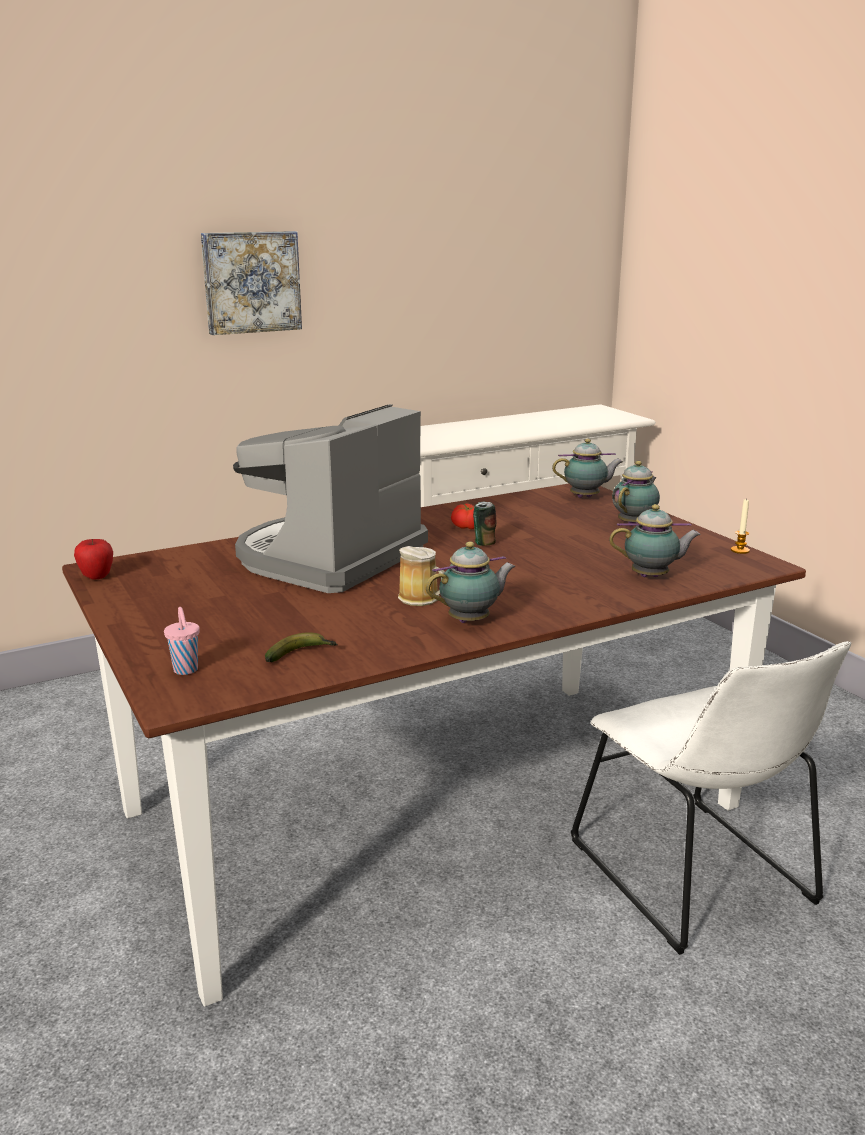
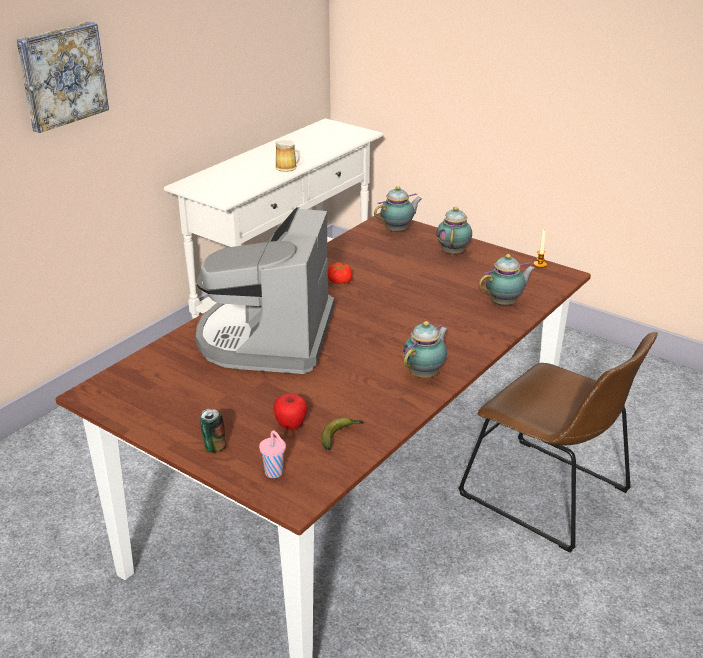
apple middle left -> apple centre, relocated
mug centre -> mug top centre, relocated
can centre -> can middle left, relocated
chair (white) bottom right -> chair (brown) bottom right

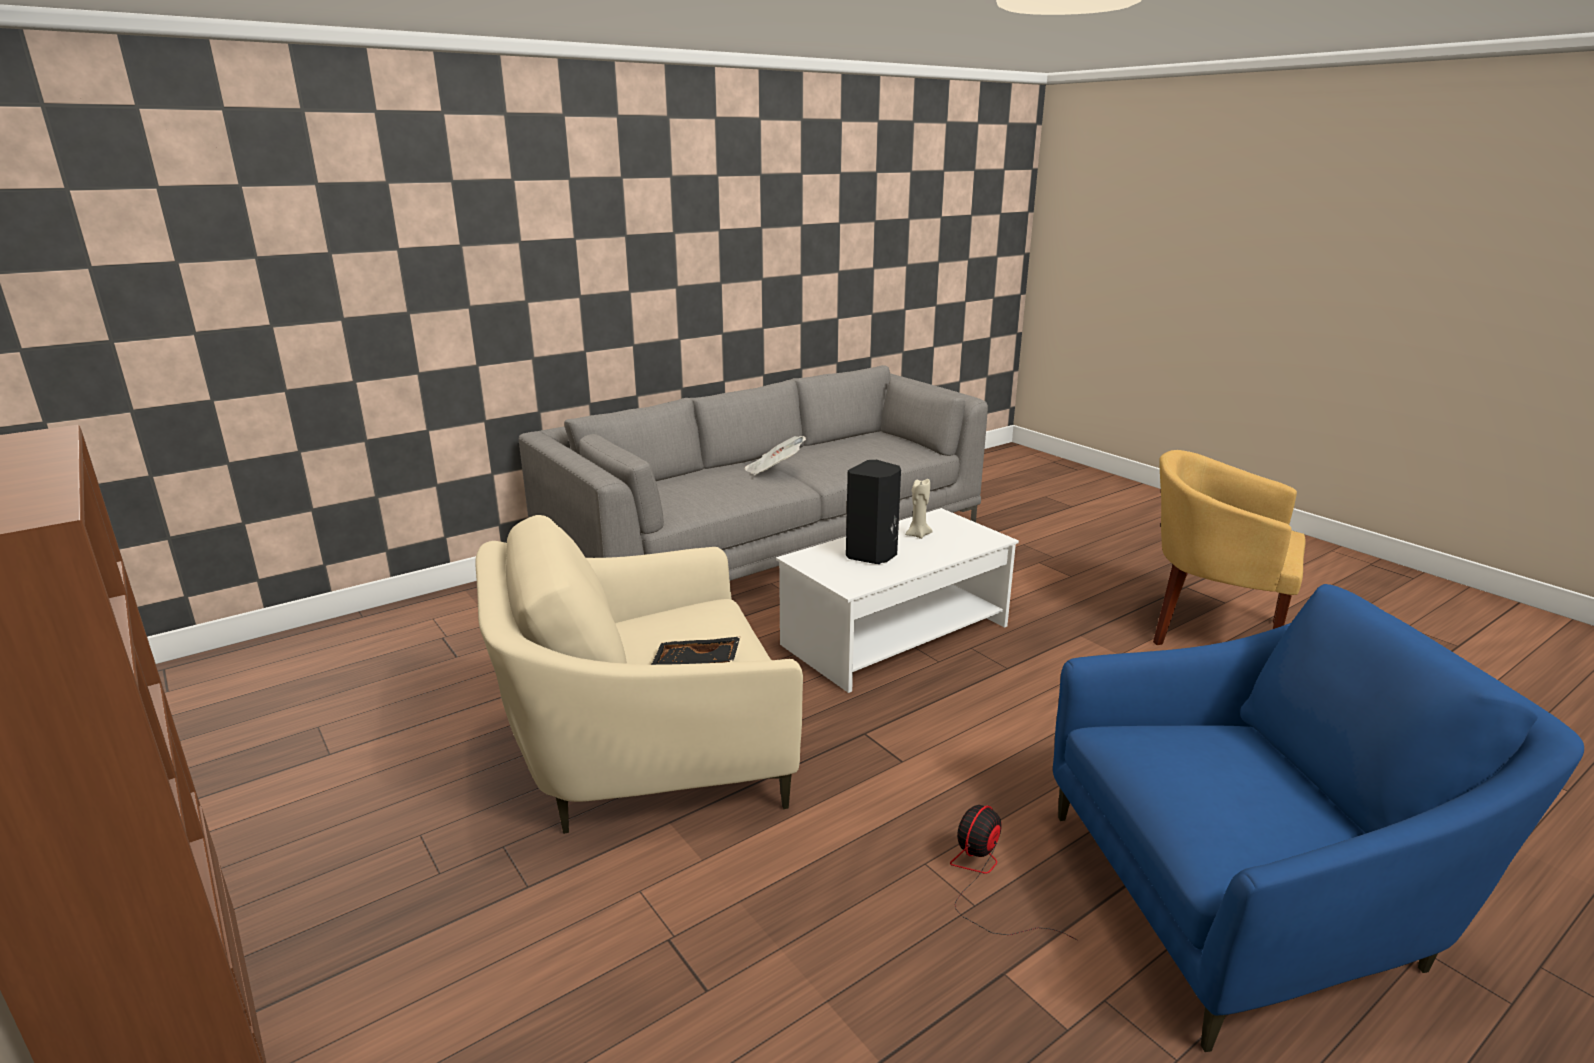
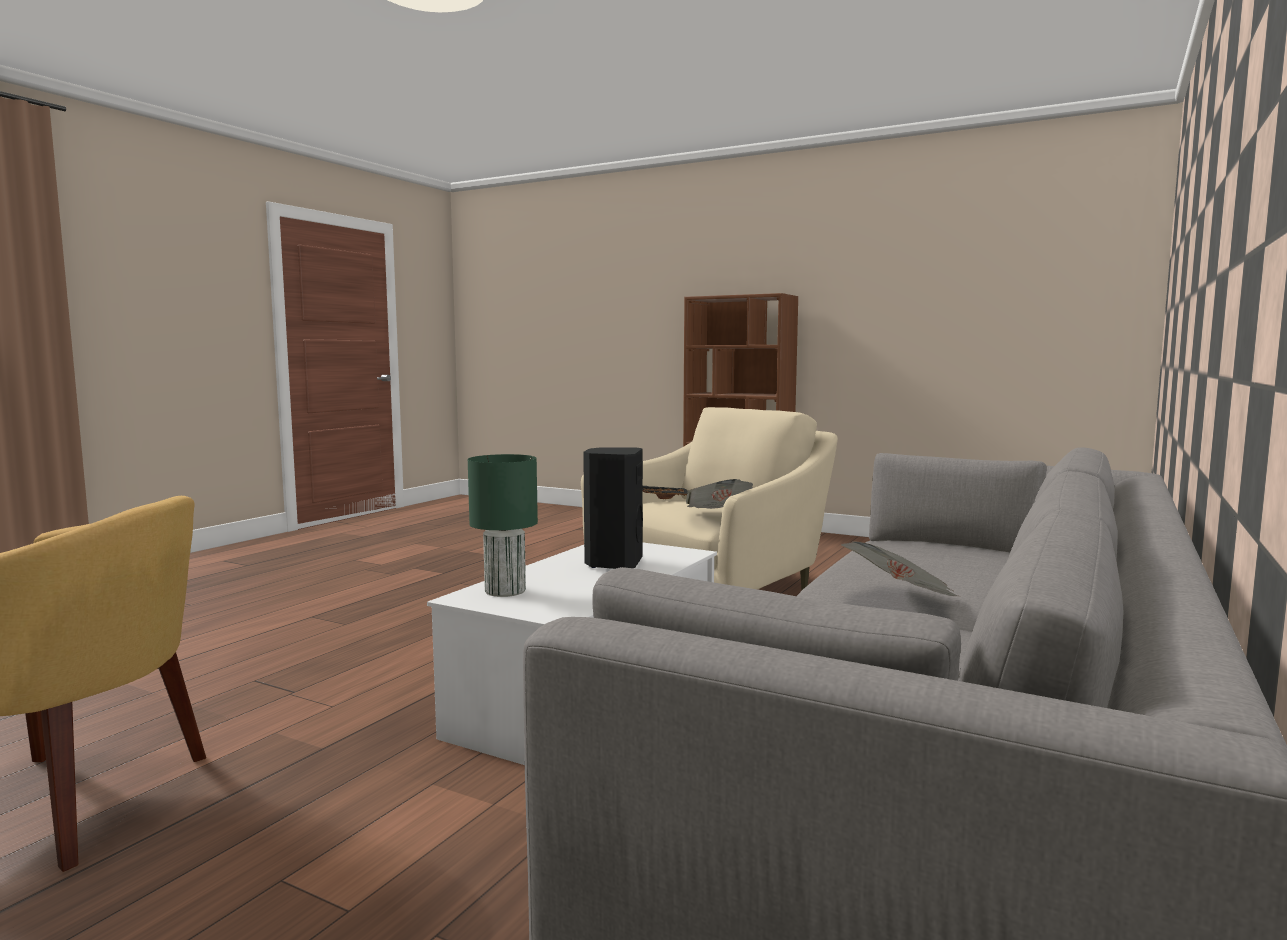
candle (beige) centre -> none
fan bottom centre -> none
armchair (blue) bottom right -> none
none -> table lamp (green) centre
none -> newspaper (no. 1 from left) centre

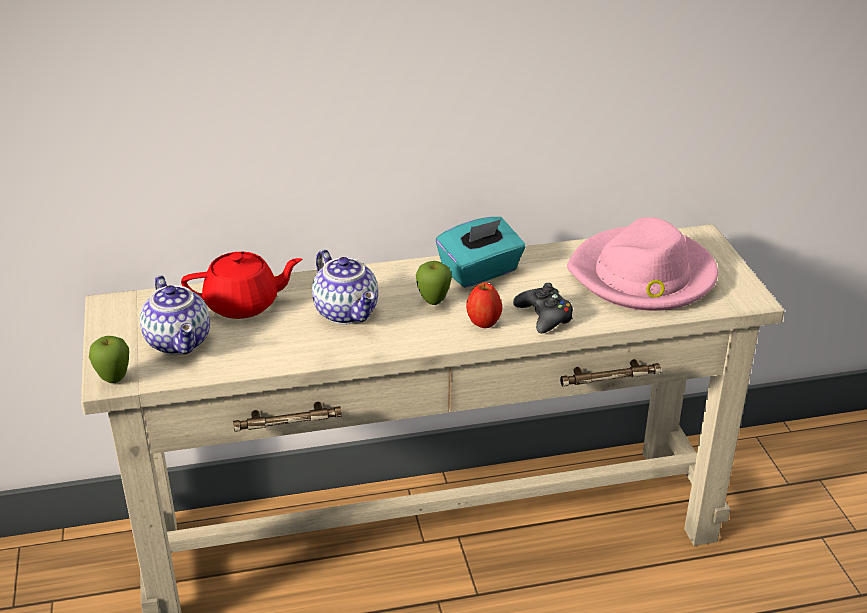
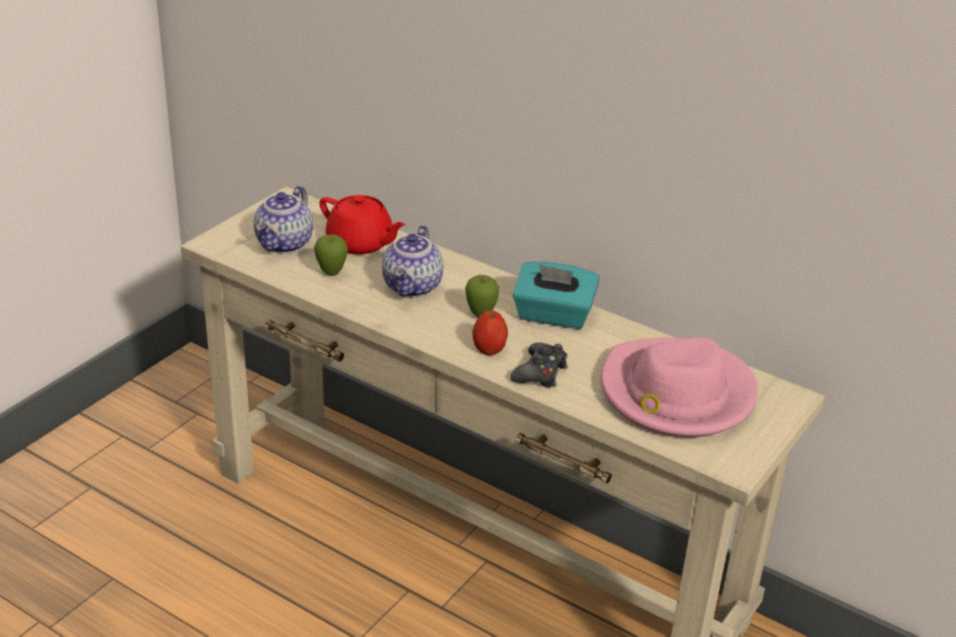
apple (no. 1 from left) middle left -> apple (no. 1 from left) centre, relocated

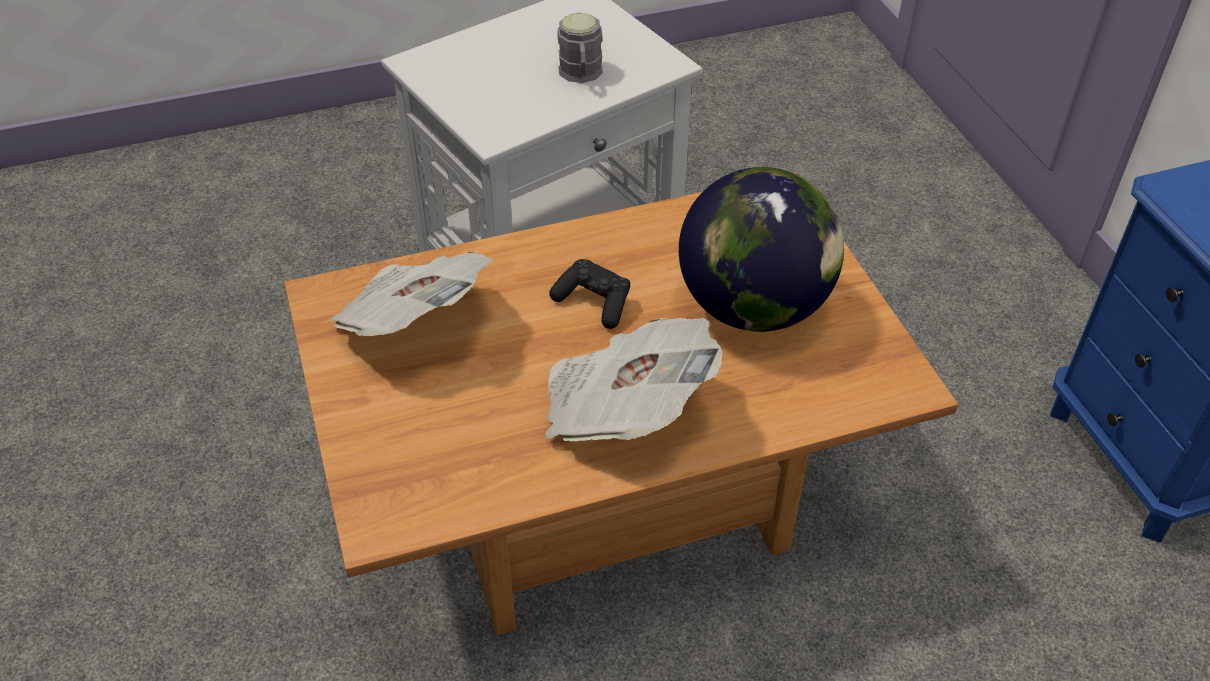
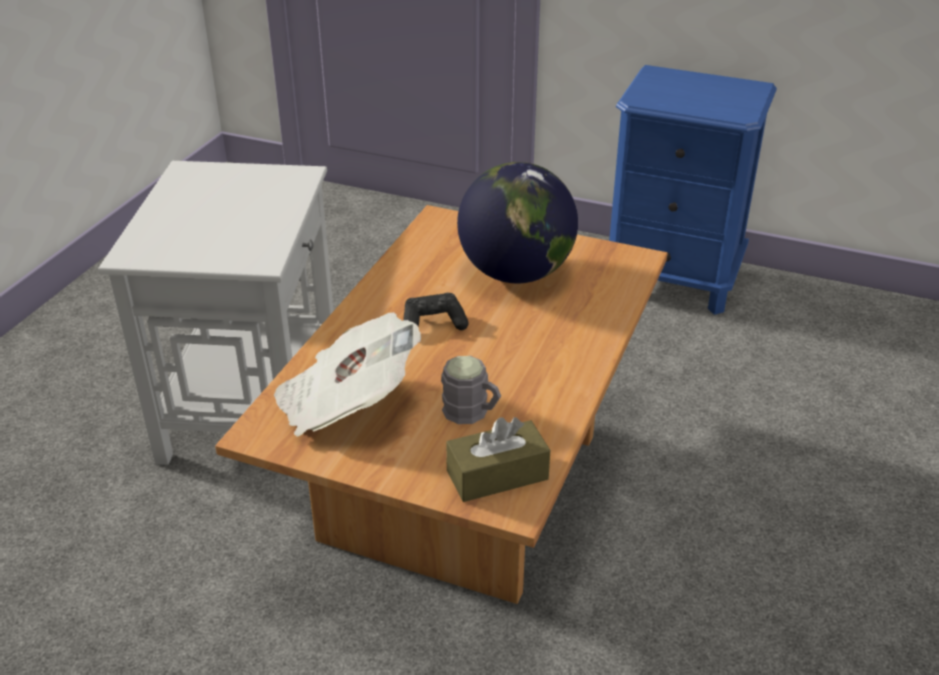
newspaper (no. 2 from left) centre -> none
mug (grey) top centre -> mug (grey) centre, relocated
none -> tissue box (brown) bottom centre

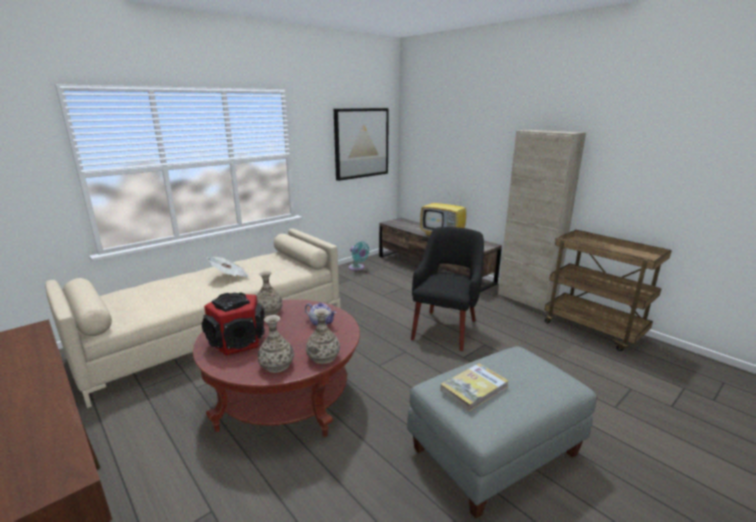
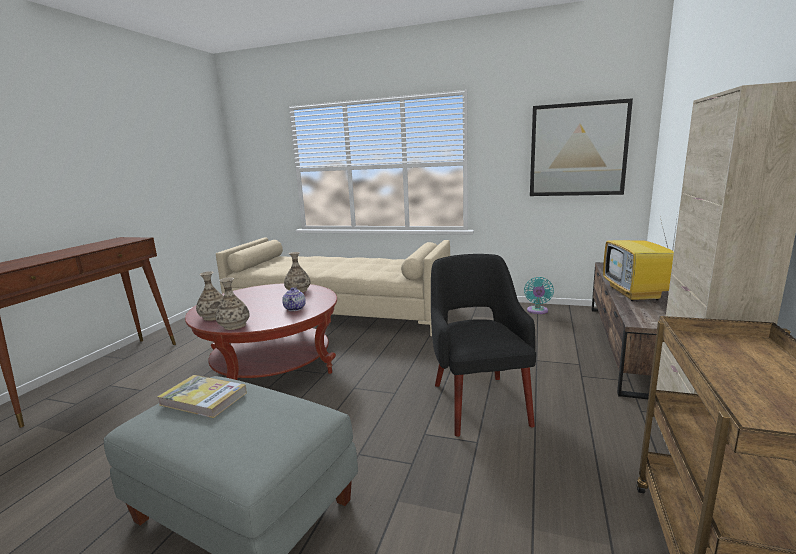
speaker middle left -> none
newspaper middle left -> none
armchair (black) centre, 90 degrees counterclockwise

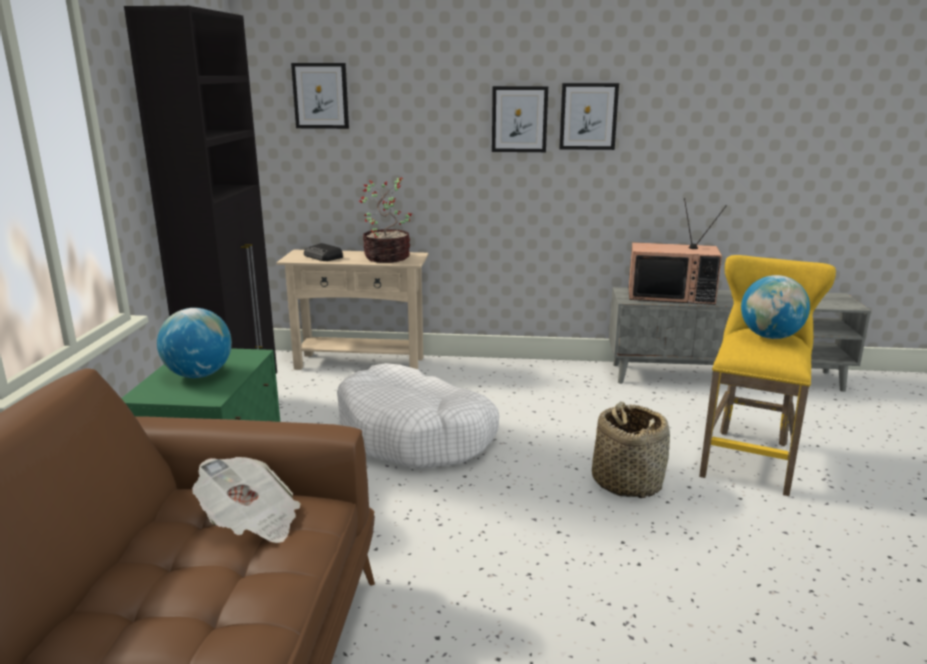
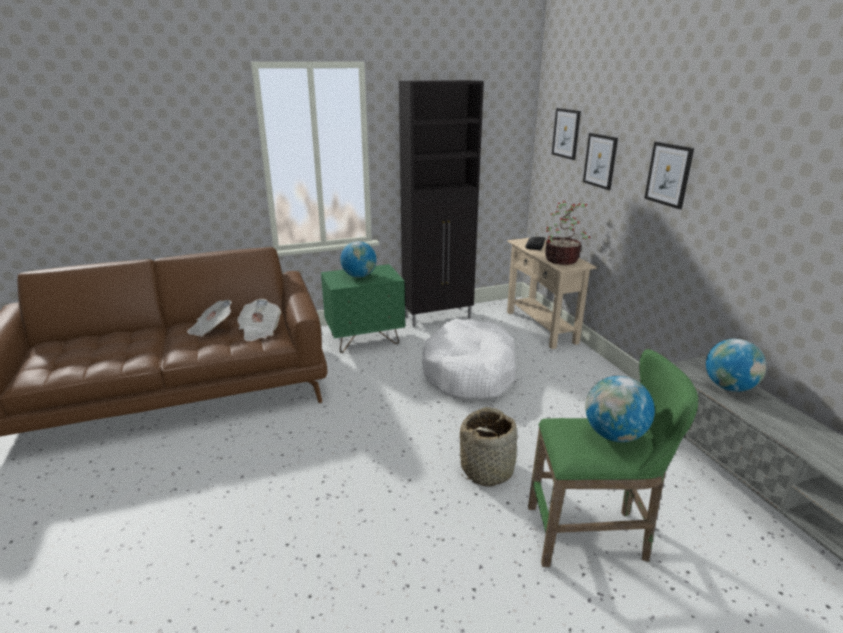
picture (no. 3 from left in the first image) top centre -> picture (no. 2 from left) top right, relocated
television middle right -> globe (no. 3 from left) middle right
stool (yellow) middle right -> stool (green) bottom right
none -> newspaper (no. 1 from left) middle left

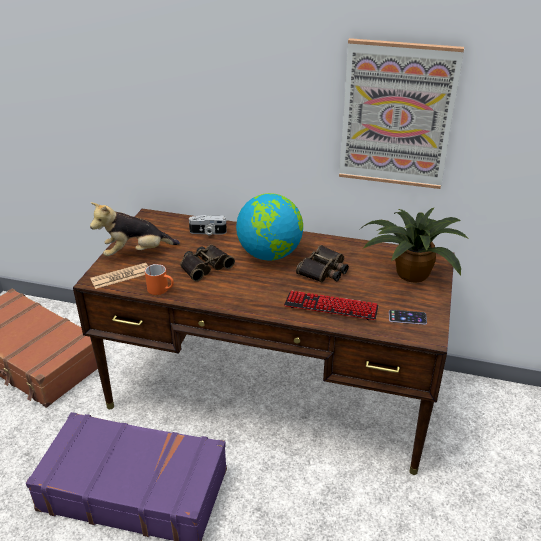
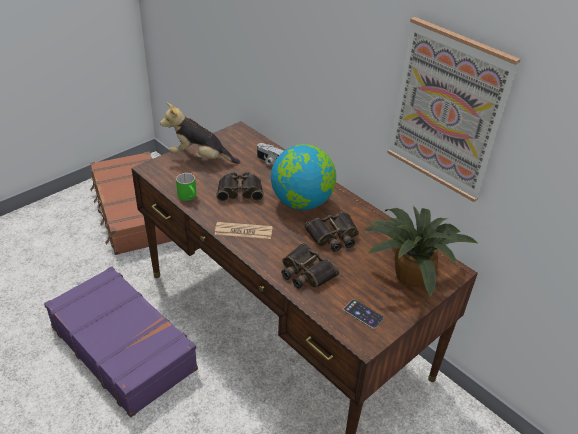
newspaper middle left -> newspaper centre, relocated
mug (orange) middle left -> mug (green) middle left
keyboard centre -> binoculars (no. 2 from left) centre

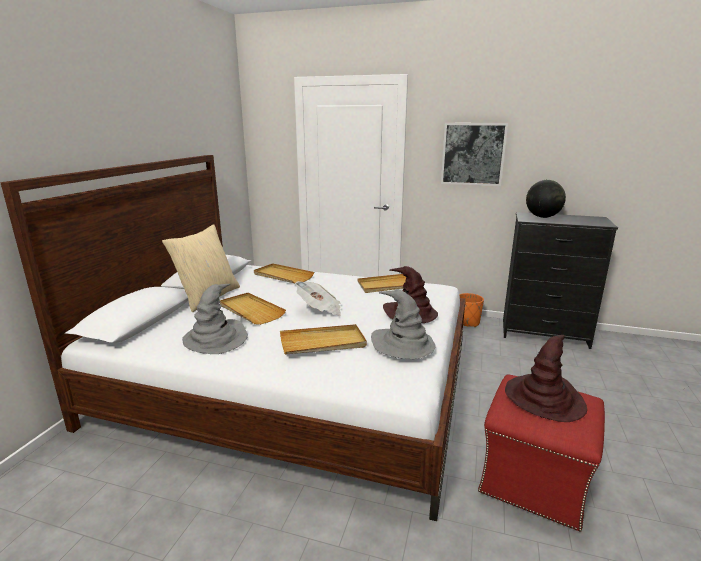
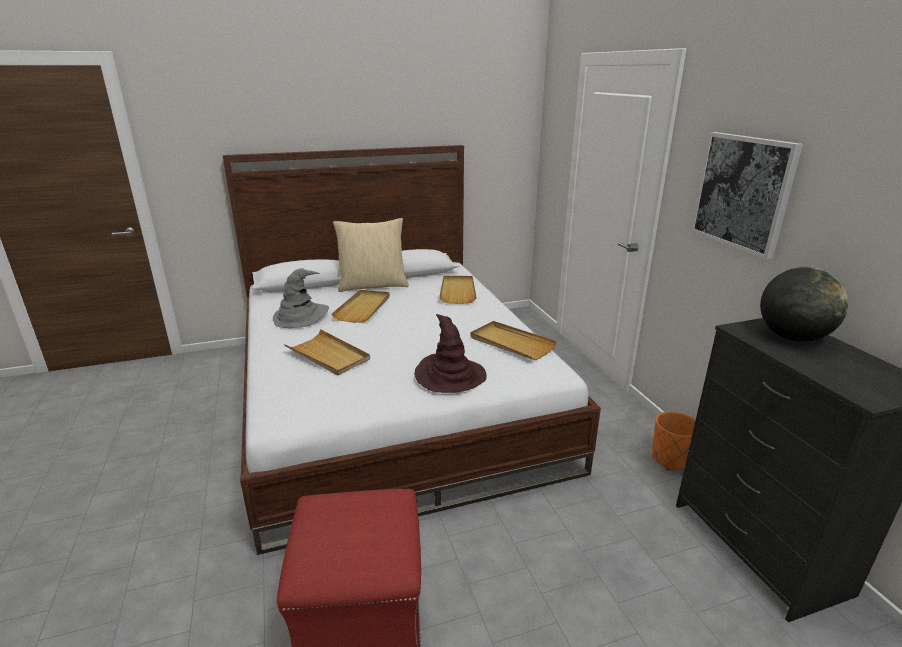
newspaper centre -> none
hat (grey) (no. 2 from left) centre -> none
hat (brown) (no. 2 from left) bottom right -> none

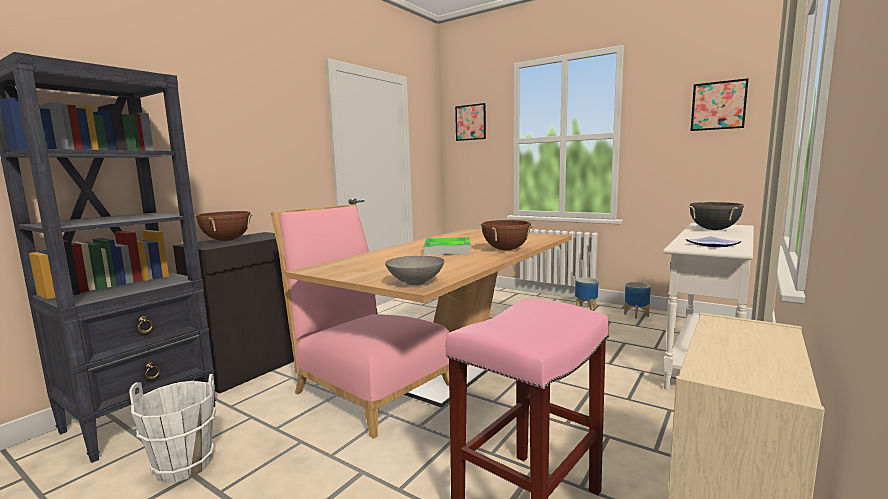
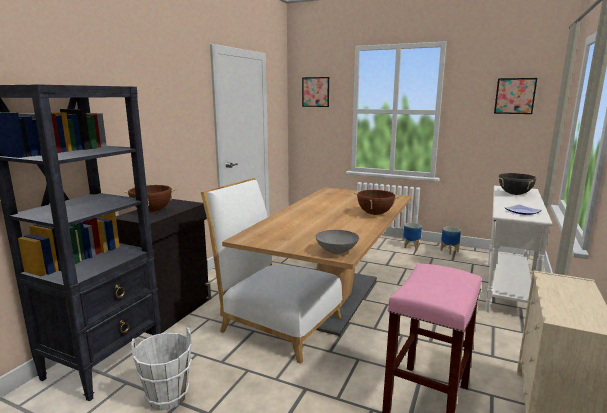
chair (pink) centre -> chair (white) centre
tray centre -> none

